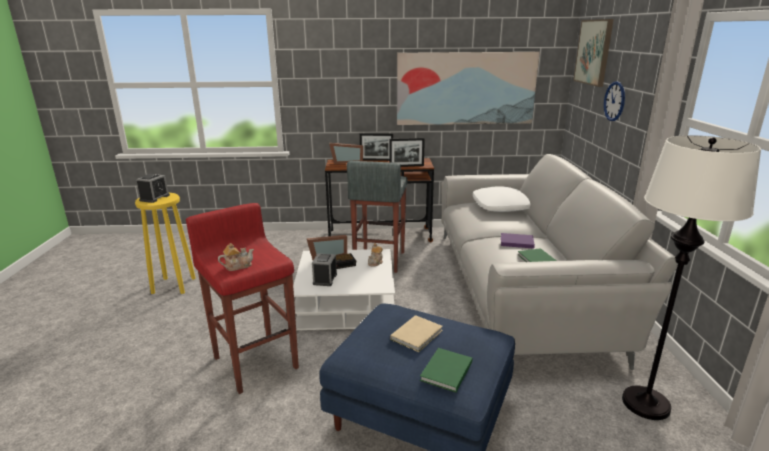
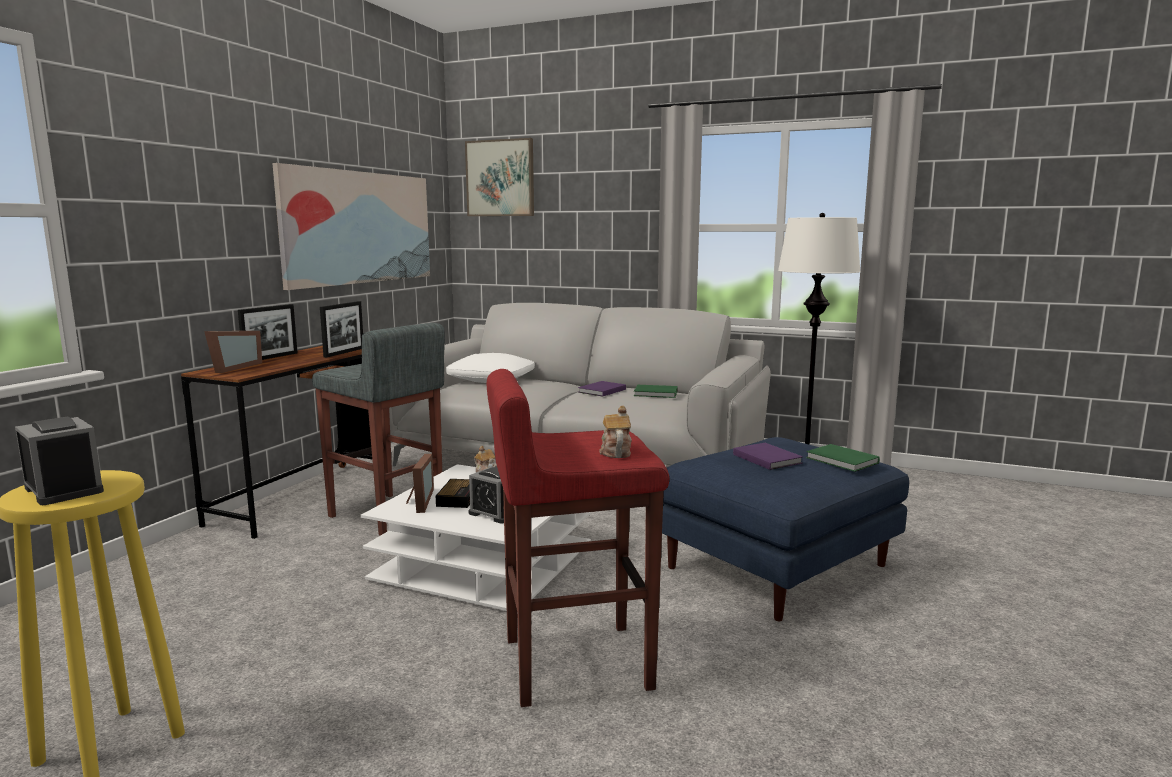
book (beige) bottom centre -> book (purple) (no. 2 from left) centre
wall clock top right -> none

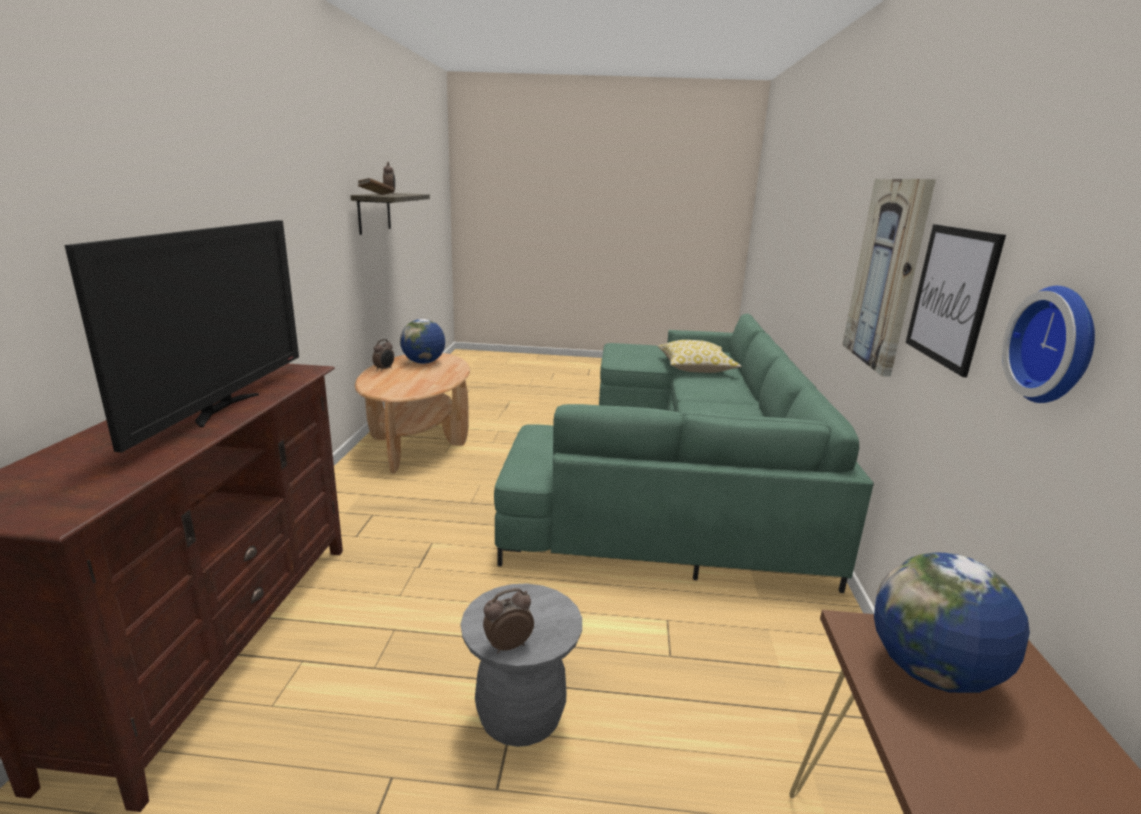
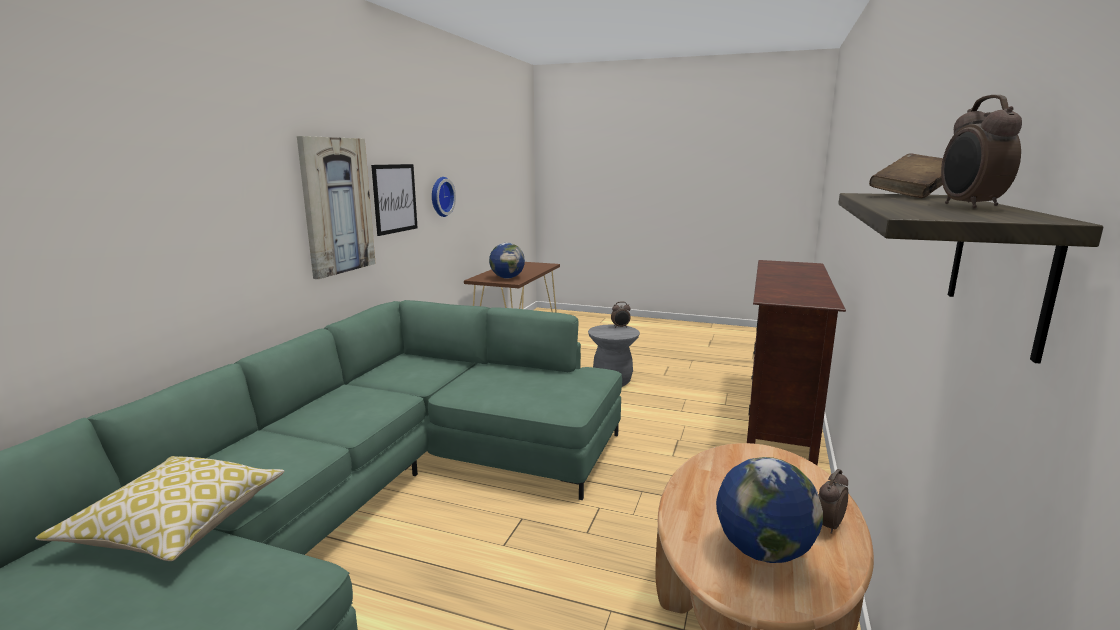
television middle left -> none

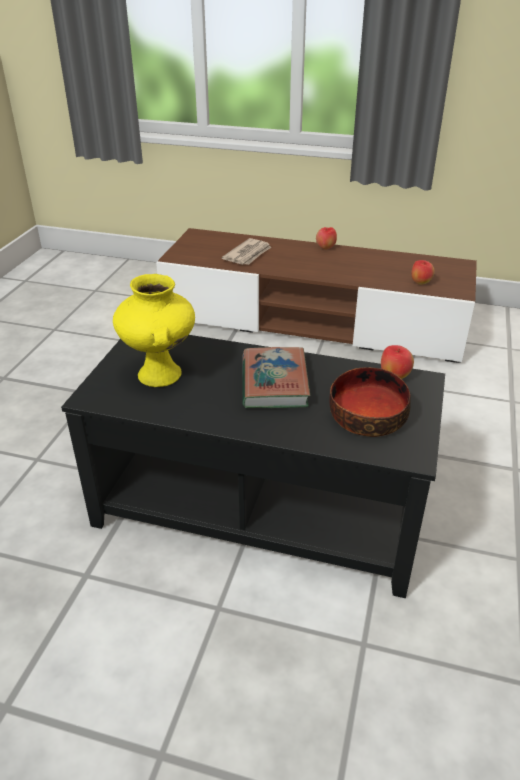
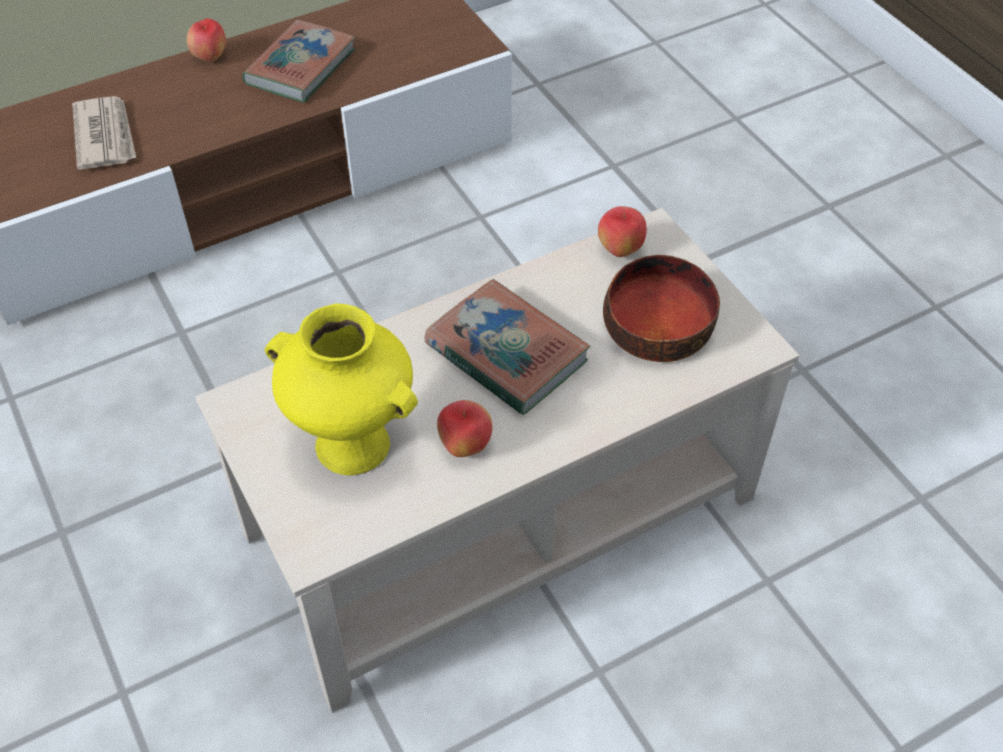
coffee table (black) centre -> coffee table (beige) centre
apple (no. 3 from left in the first image) middle right -> apple (no. 2 from left) centre, relocated
none -> book (no. 1 from left) top left

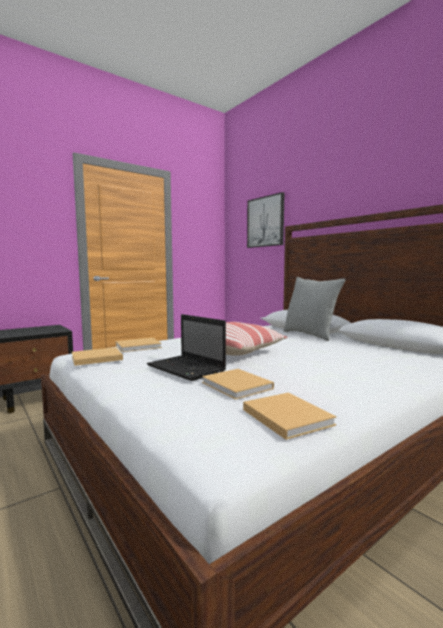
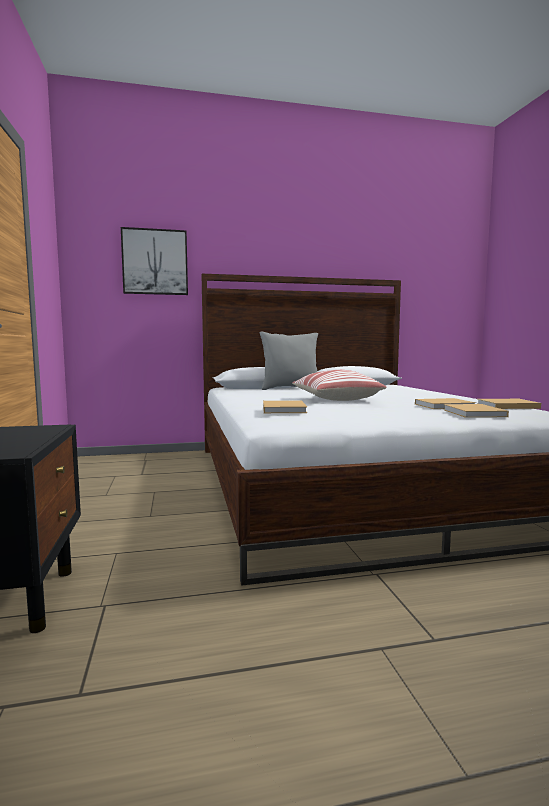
book (beige) (no. 1 from left in the first image) middle left -> book (beige) (no. 3 from left) middle right, relocated
laptop centre -> none

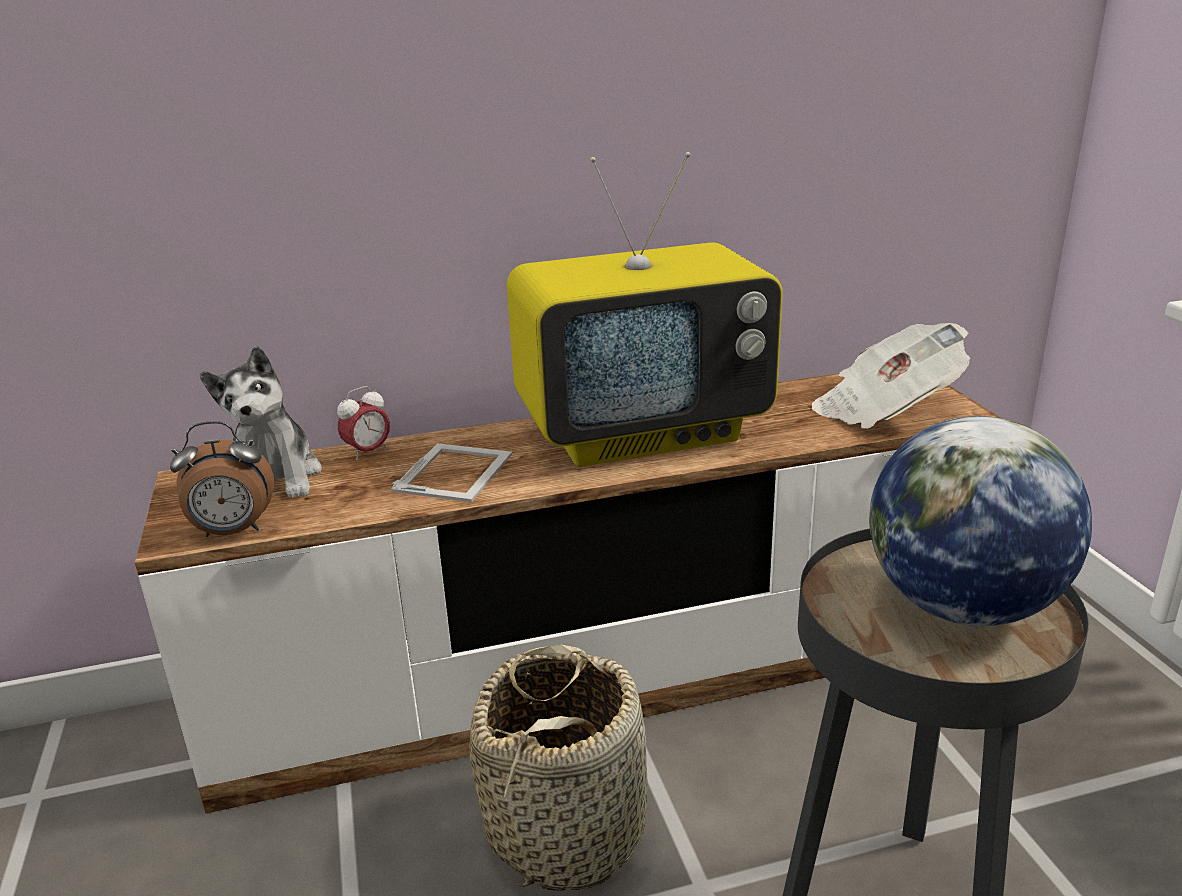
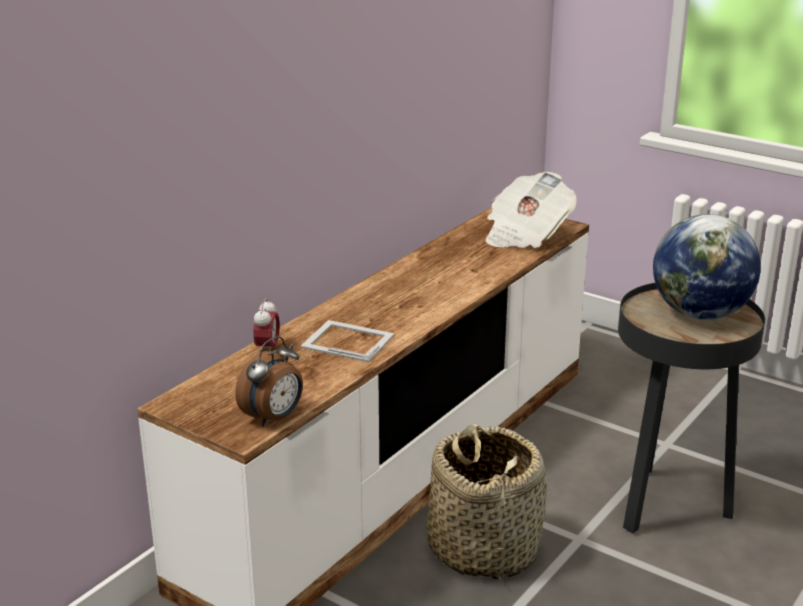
plush toy middle left -> none
picture frame centre, 45 degrees counterclockwise
television centre -> none

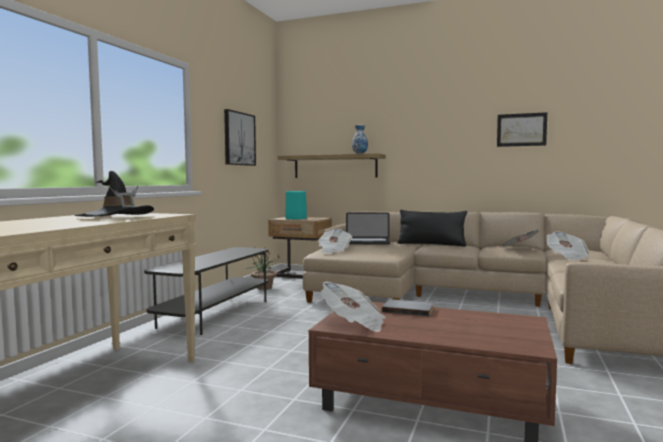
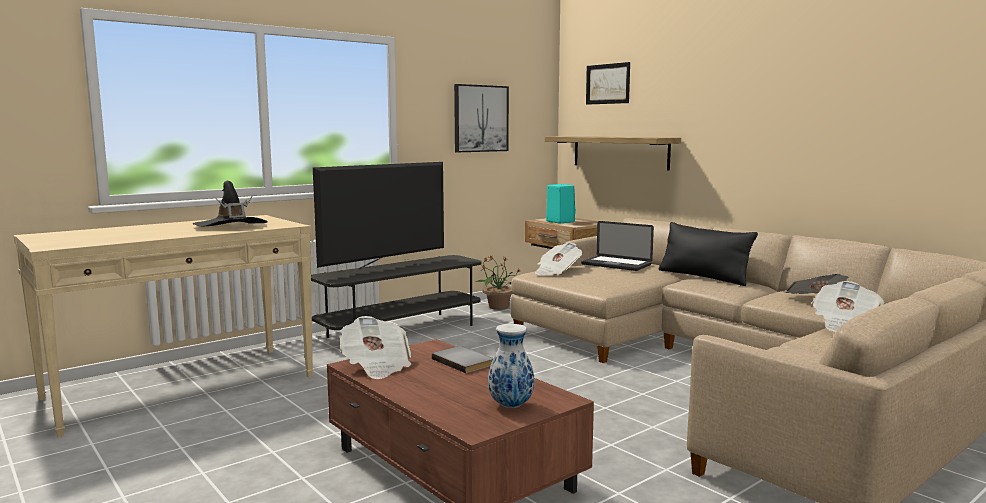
vase top centre -> vase bottom centre, relocated
picture (no. 2 from left) top right -> picture (no. 2 from left) top centre, relocated
none -> television centre

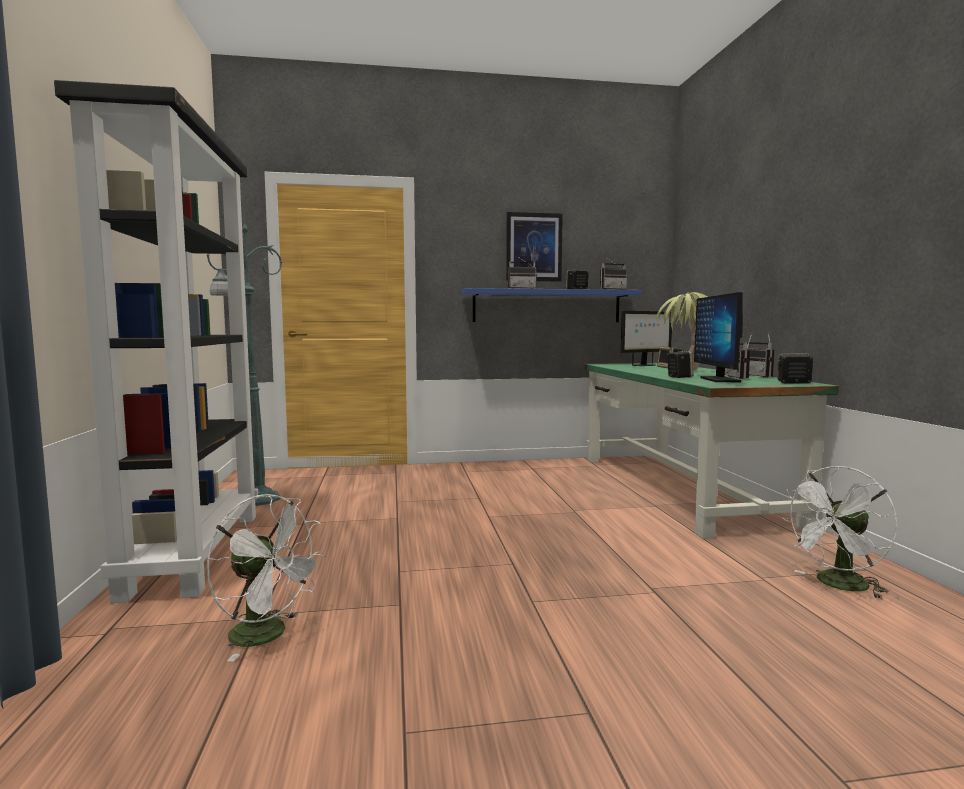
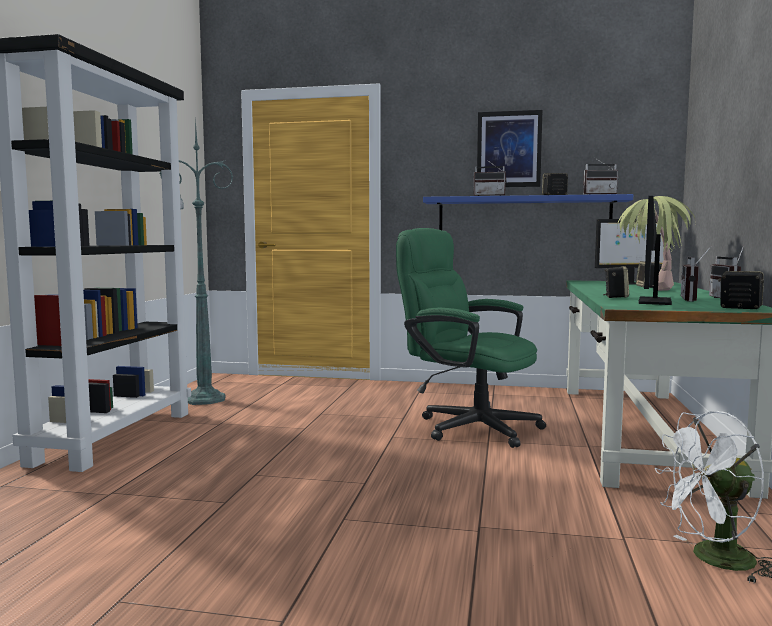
fan (white) (no. 1 from left) bottom left -> none
none -> office chair (green) centre

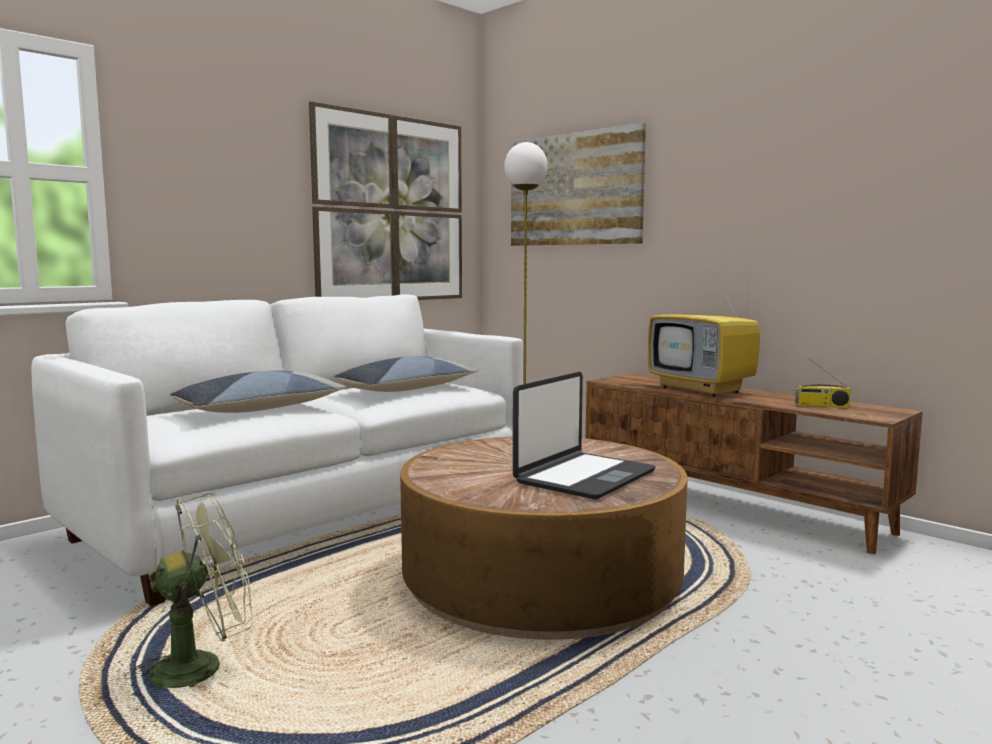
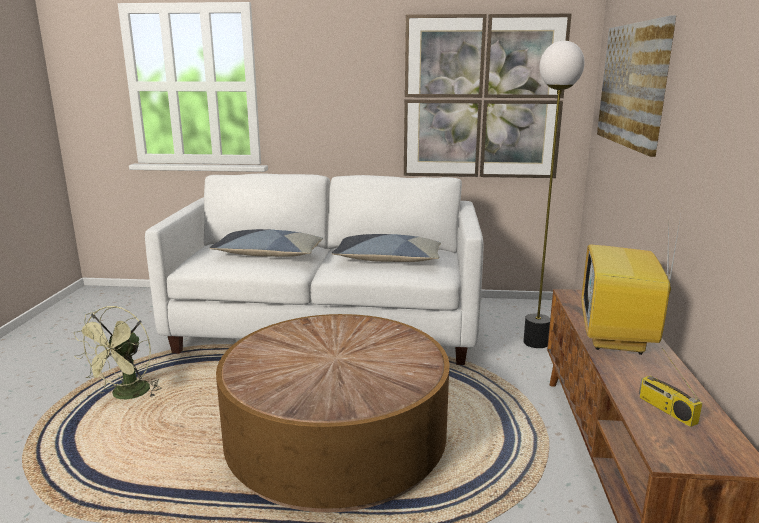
fan (green) bottom left, 90 degrees clockwise
laptop centre -> none

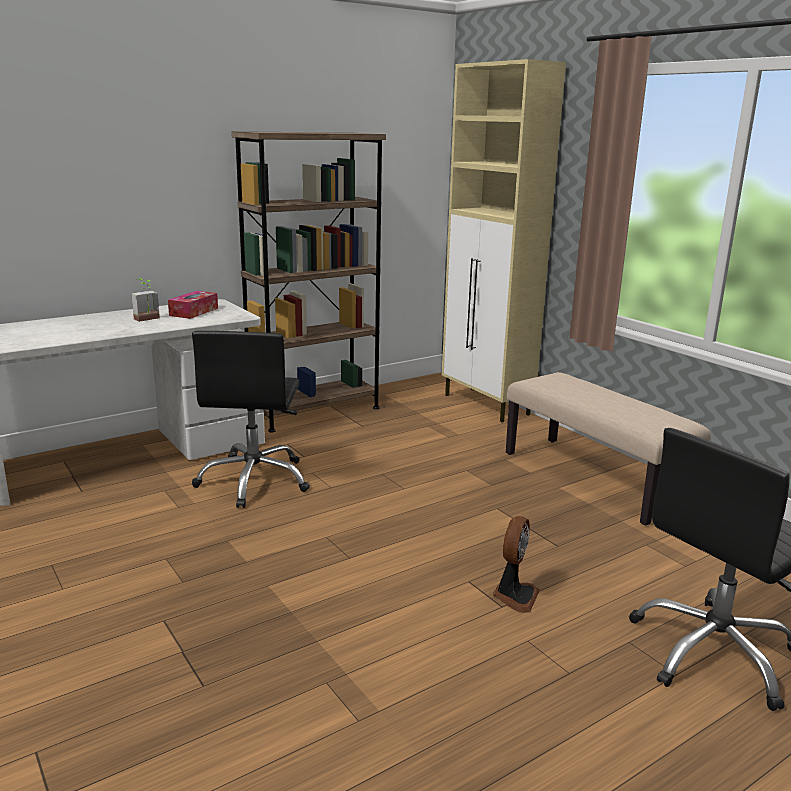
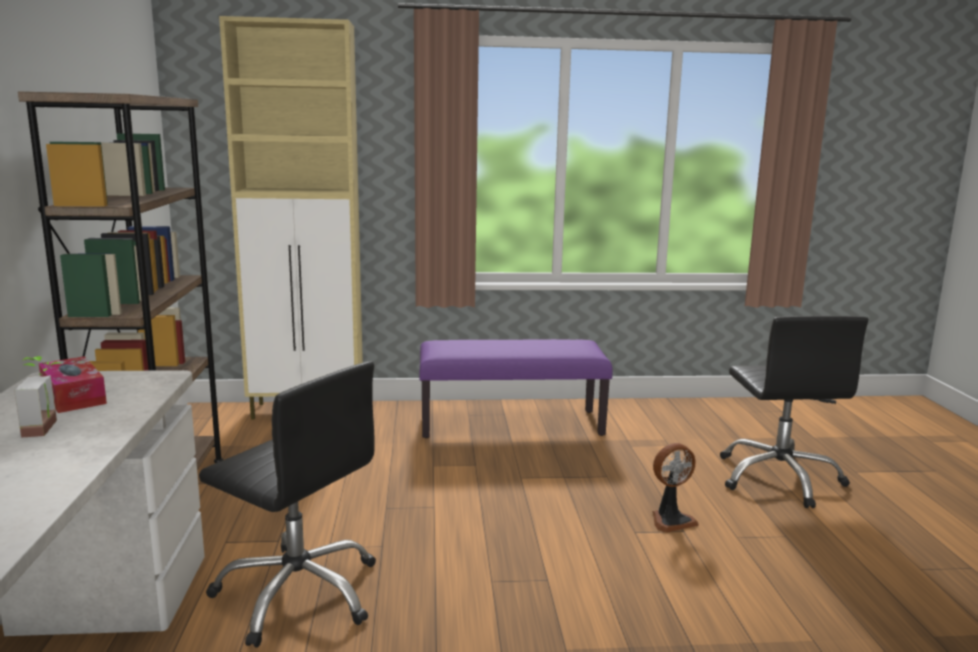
fan bottom centre -> fan bottom right, 105 degrees clockwise
bench (beige) middle right -> bench (purple) centre

